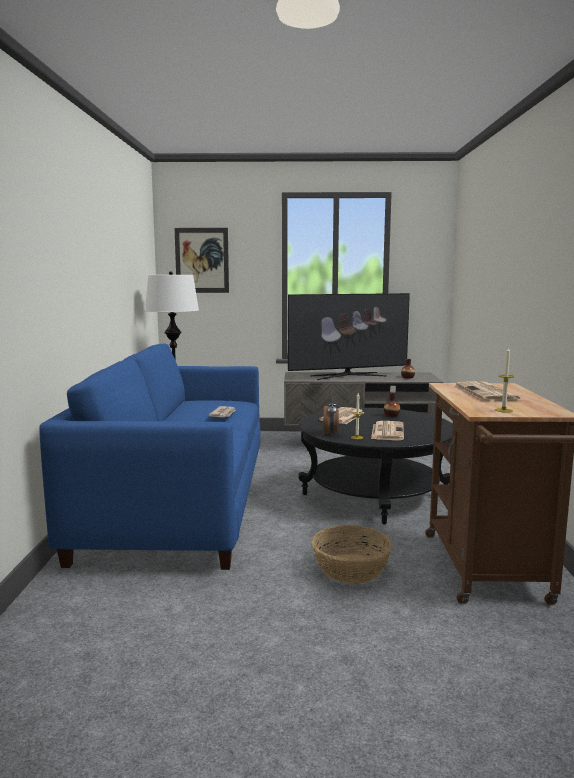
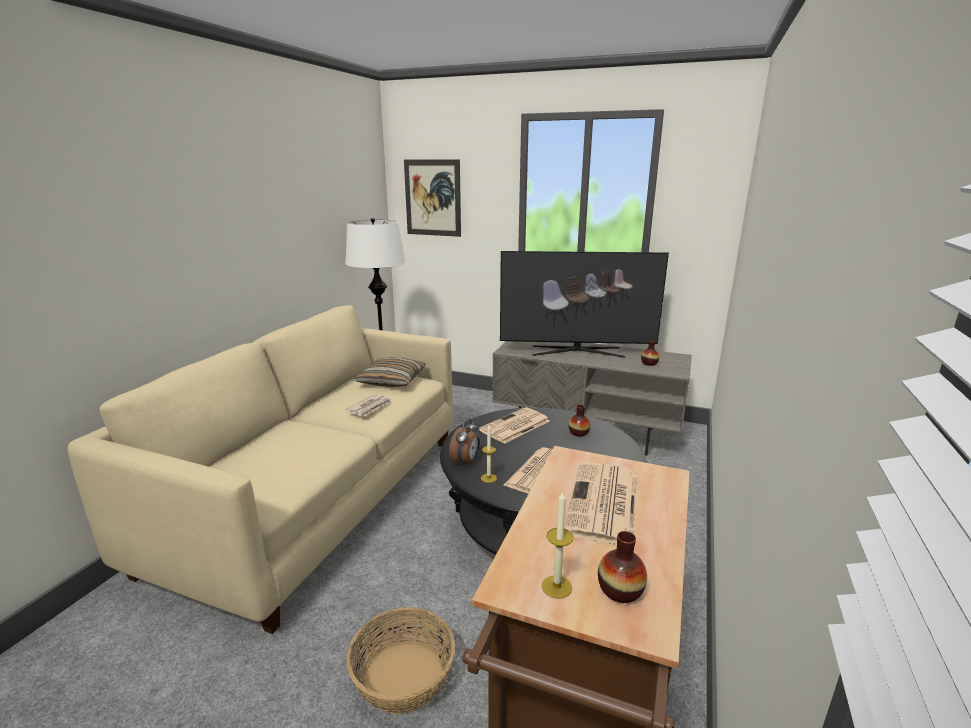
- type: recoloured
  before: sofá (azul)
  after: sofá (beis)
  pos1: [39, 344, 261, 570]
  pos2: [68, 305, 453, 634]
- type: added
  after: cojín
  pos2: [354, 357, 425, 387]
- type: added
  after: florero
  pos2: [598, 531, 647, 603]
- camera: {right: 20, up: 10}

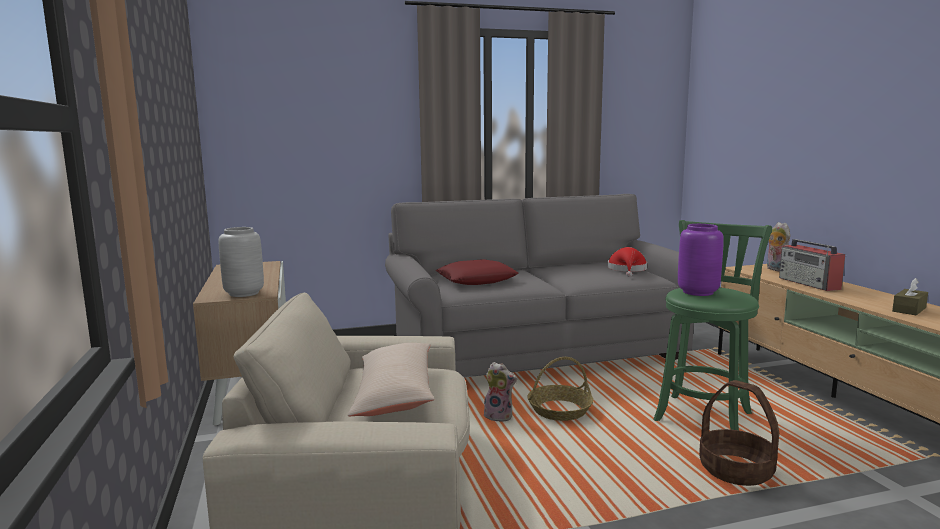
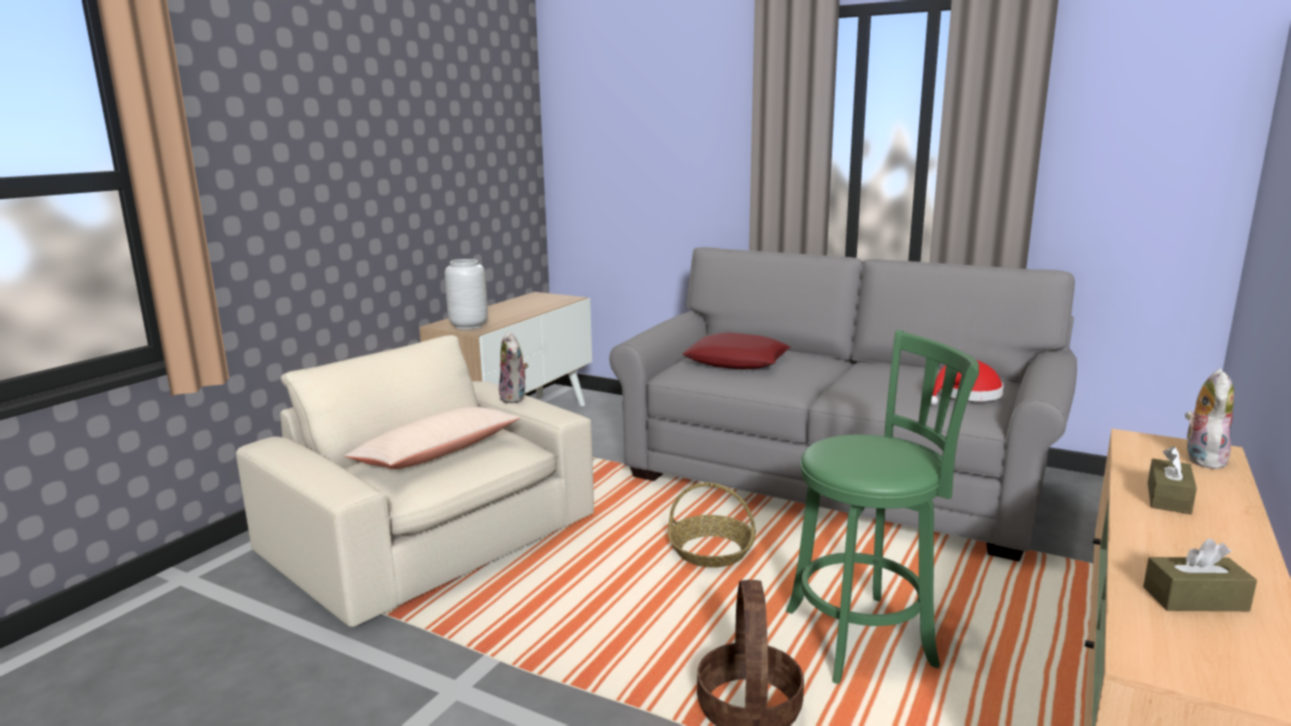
- type: moved
  before: peluche
  pos1: [482, 362, 517, 422]
  pos2: [498, 331, 528, 403]
- type: replaced
  before: radio
  after: caja de pañuelos (marrón)
  pos1: [779, 239, 845, 291]
  pos2: [1148, 446, 1197, 514]
- type: removed
  before: florero (morado)
  pos1: [678, 224, 724, 296]
- camera: {right: 45, up: 5}

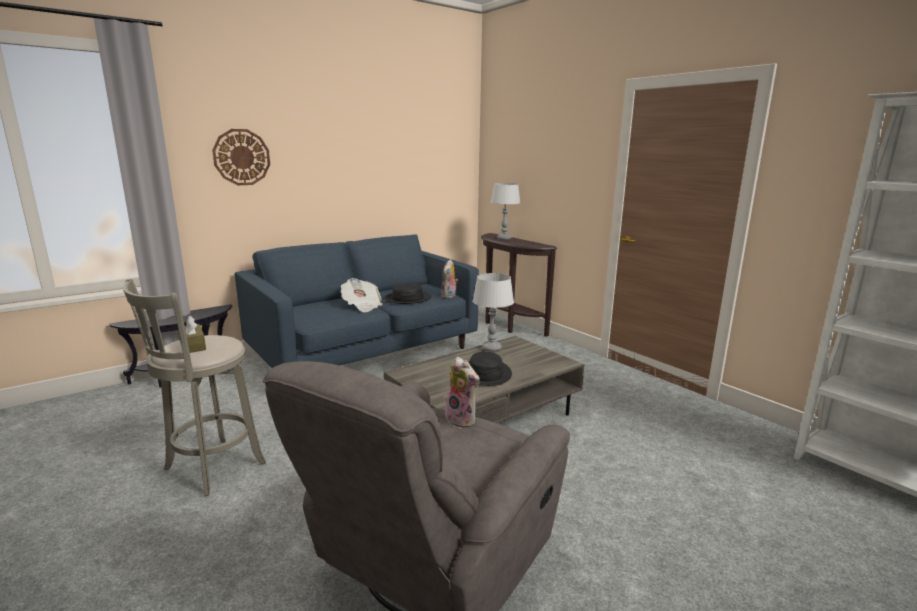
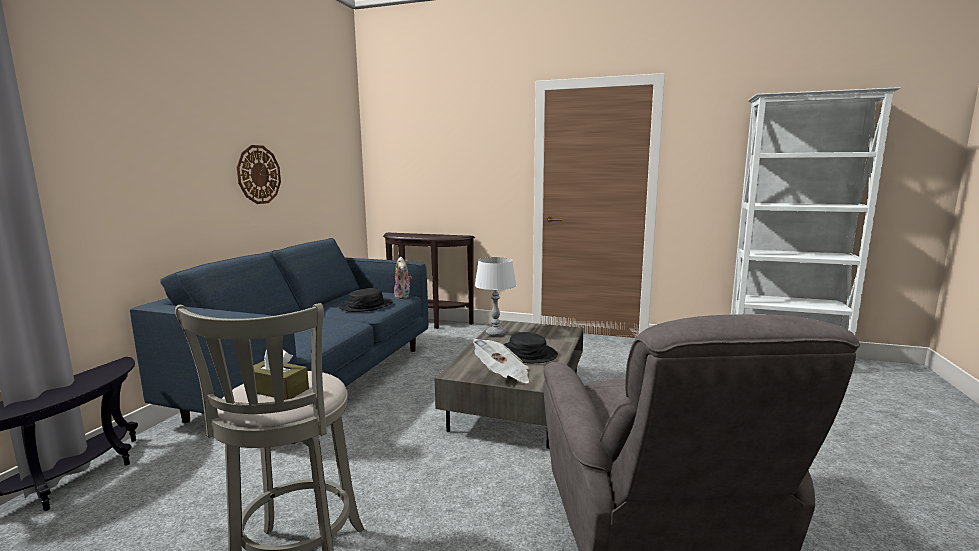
- type: moved
  before: reloj de pared
  pos1: [212, 129, 270, 185]
  pos2: [237, 145, 281, 204]
- type: moved
  before: periódico
  pos1: [341, 278, 383, 312]
  pos2: [473, 339, 529, 383]
- type: removed
  before: peluche
  pos1: [445, 357, 480, 428]
- type: removed
  before: lámpara de mesa (gris)
  pos1: [490, 183, 520, 240]
- camera: {right: -35, up: -5}

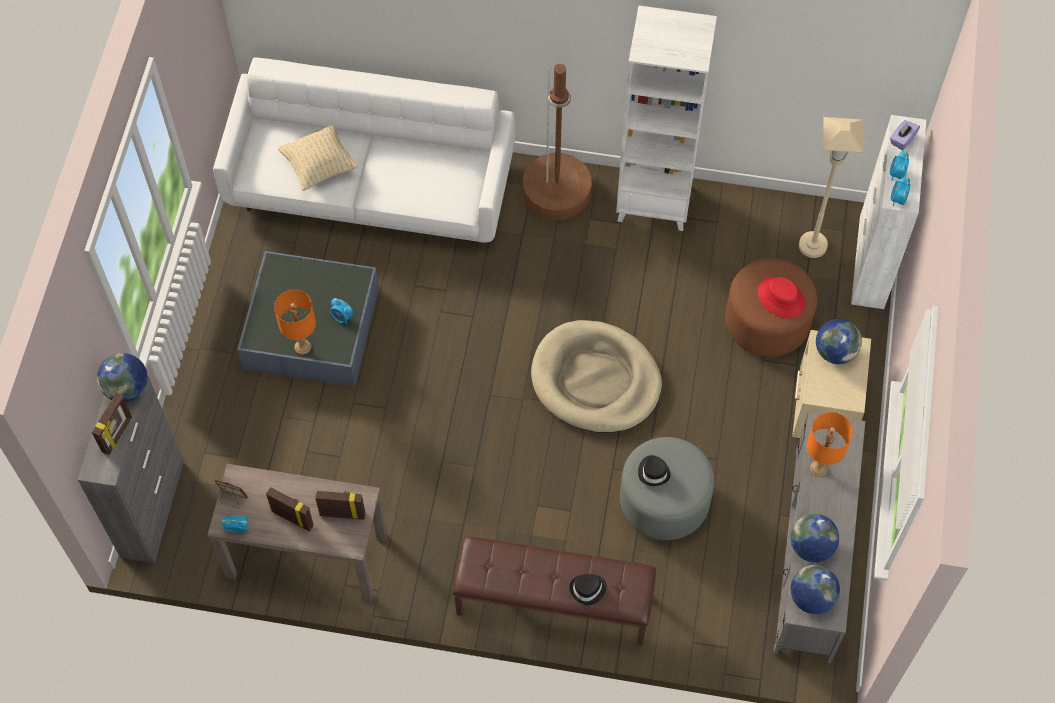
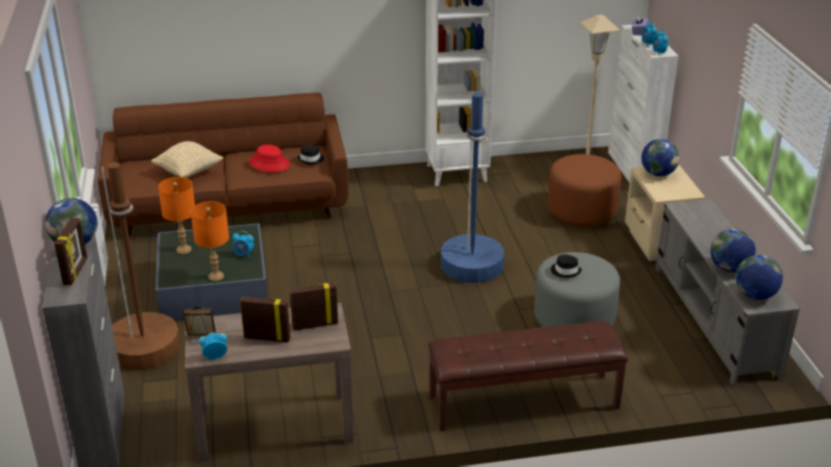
- type: recoloured
  before: sofá (blanco)
  after: sofá (marrón)
  pos1: [213, 57, 515, 244]
  pos2: [98, 93, 349, 236]
- type: moved
  before: lámpara de pie (marrón)
  pos1: [523, 64, 591, 220]
  pos2: [101, 162, 180, 370]
- type: moved
  before: lámpara de mesa (naranja)
  pos1: [807, 412, 853, 477]
  pos2: [158, 177, 195, 254]
- type: moved
  before: sombrero (rojo)
  pos1: [758, 277, 805, 319]
  pos2: [249, 145, 290, 172]
- type: moved
  before: sombrero (negro)
  pos1: [569, 574, 607, 605]
  pos2: [297, 145, 324, 164]
- type: replaced
  before: cama para perro (beis)
  after: lámpara de pie (azul)
  pos1: [531, 320, 662, 433]
  pos2: [441, 91, 504, 283]
- camera: {right: -20, up: -30}

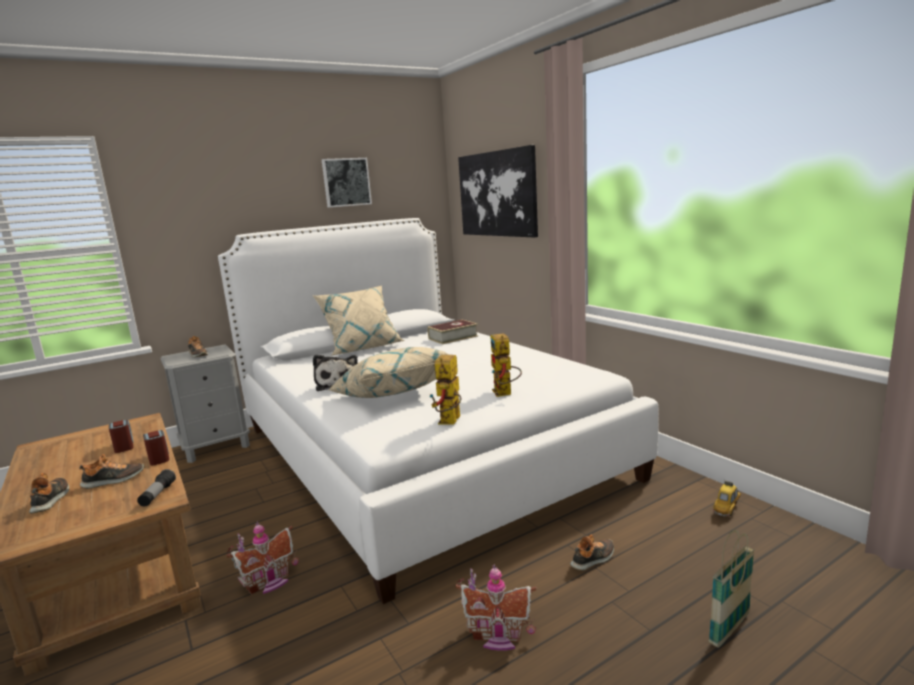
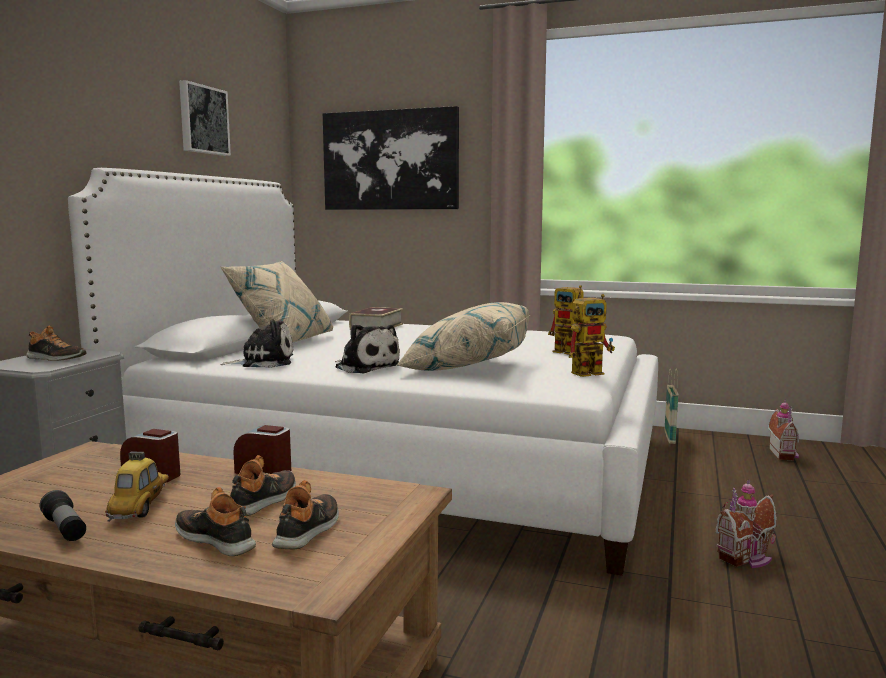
- type: moved
  before: linterna
  pos1: [137, 469, 176, 506]
  pos2: [40, 490, 86, 541]
- type: moved
  before: coche de juguete
  pos1: [713, 481, 741, 516]
  pos2: [105, 452, 169, 522]
- type: added
  after: peluche
  pos2: [220, 319, 293, 368]
- type: moved
  before: zapato
  pos1: [570, 535, 614, 571]
  pos2: [272, 480, 339, 550]
- type: turned
  before: robot de juguete
  pos1: [429, 355, 462, 425]
  pos2: [569, 294, 615, 377]
  turn: -90
- type: moved
  before: cesta
  pos1: [709, 530, 755, 648]
  pos2: [664, 368, 678, 444]
- type: moved
  before: casita
  pos1: [226, 522, 299, 594]
  pos2: [768, 399, 799, 460]
- camera: {right: -40, up: -5}

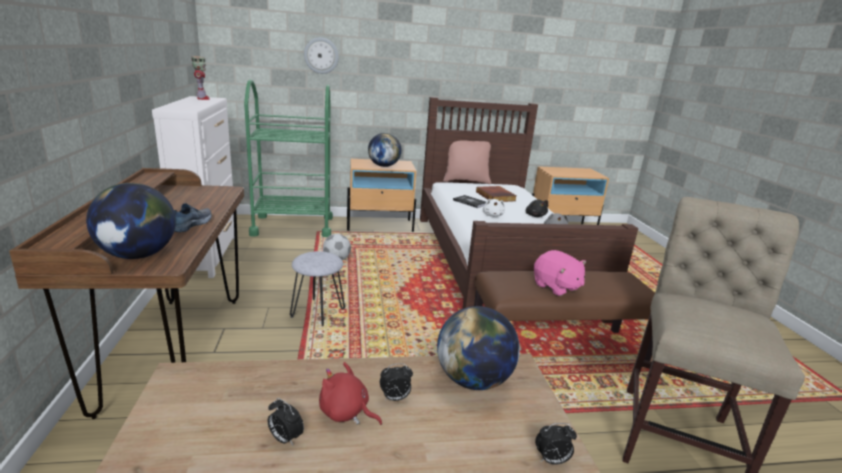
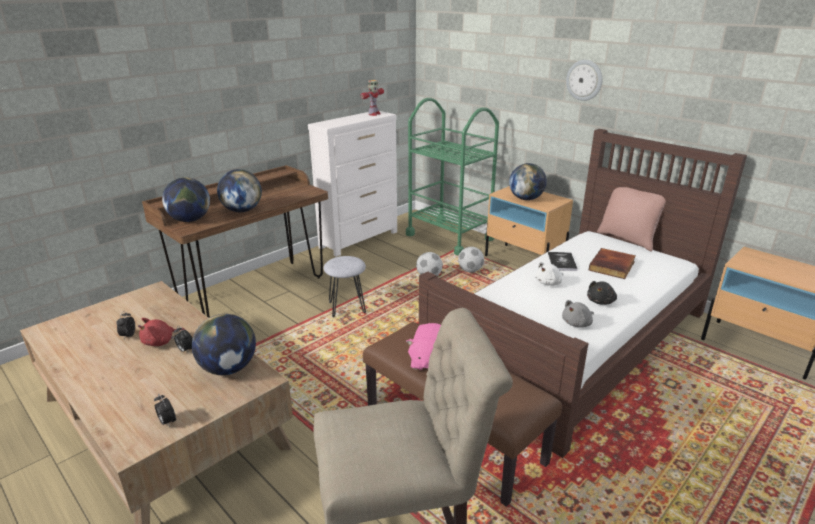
- type: turned
  before: peluche (rojo)
  pos1: [319, 362, 382, 425]
  pos2: [138, 318, 185, 346]
  turn: -120
- type: replaced
  before: zapato
  after: globo terráqueo
  pos1: [174, 203, 212, 232]
  pos2: [217, 169, 262, 212]
- type: added
  after: balón de fútbol
  pos2: [458, 247, 484, 273]
- type: moved
  before: reloj de pared
  pos1: [304, 37, 339, 74]
  pos2: [566, 60, 602, 101]
- camera: {right: 55, up: 5}

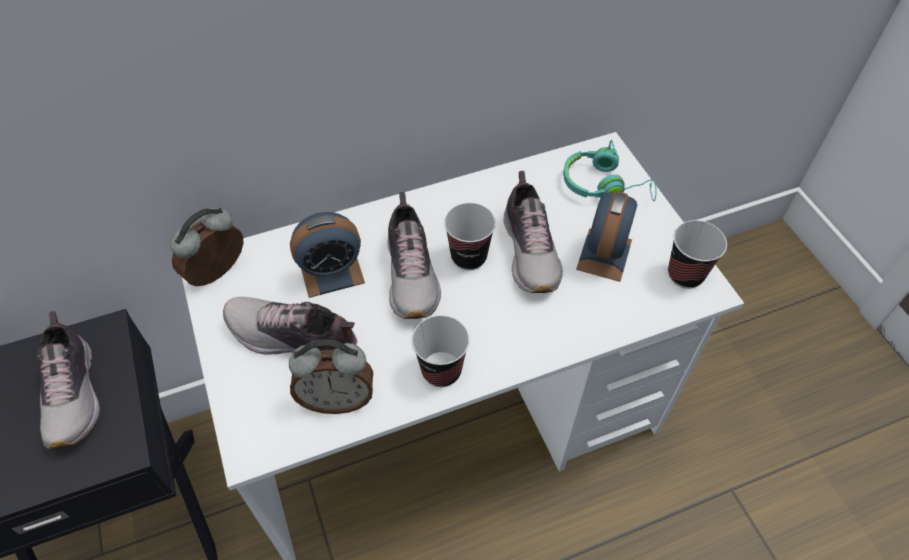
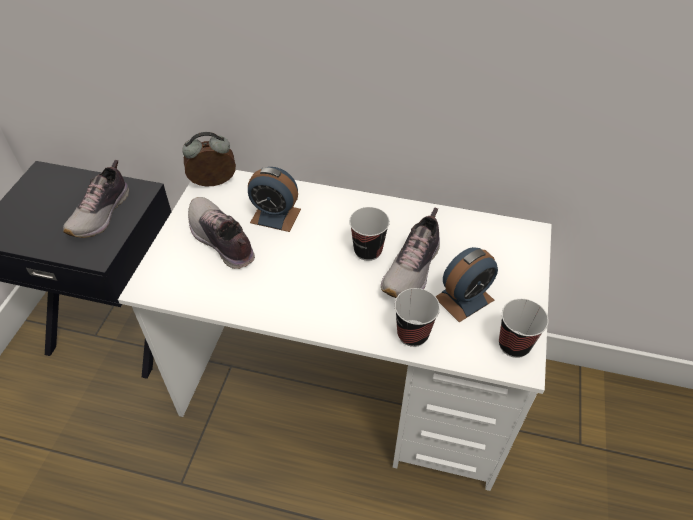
- type: moved
  before: taza
  pos1: [412, 315, 470, 387]
  pos2: [394, 288, 440, 347]
- type: removed
  before: despertador
  pos1: [289, 340, 373, 414]
- type: removed
  before: zapato
  pos1: [387, 192, 441, 319]
- type: removed
  before: auriculares (turquesa)
  pos1: [563, 140, 657, 201]
- camera: {right: 35, up: -5}

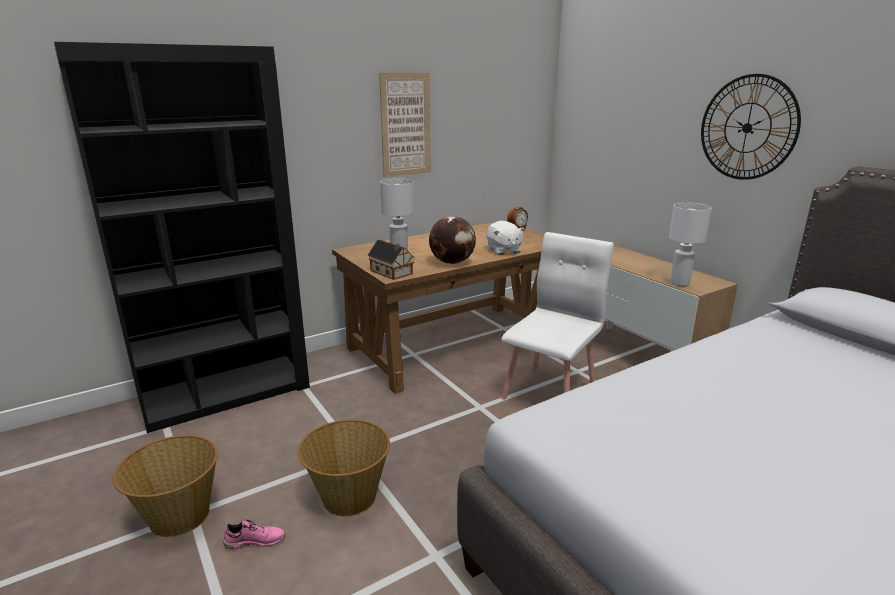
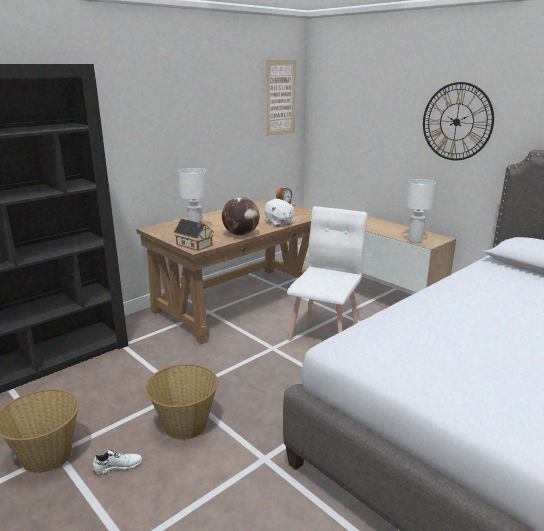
- type: recoloured
  before: zapato (rosa)
  after: zapato (blanco)
  pos1: [223, 520, 285, 549]
  pos2: [92, 450, 142, 475]
- type: moved
  before: cuadro
  pos1: [379, 73, 431, 177]
  pos2: [266, 60, 296, 136]
- camera: {right: -10, up: 0}

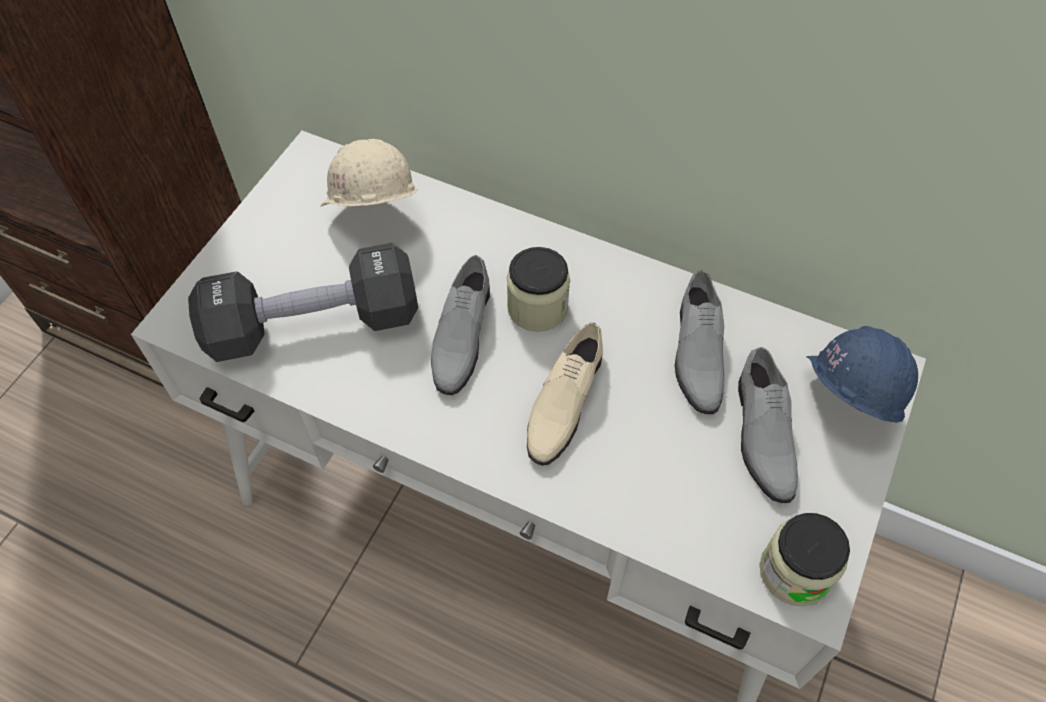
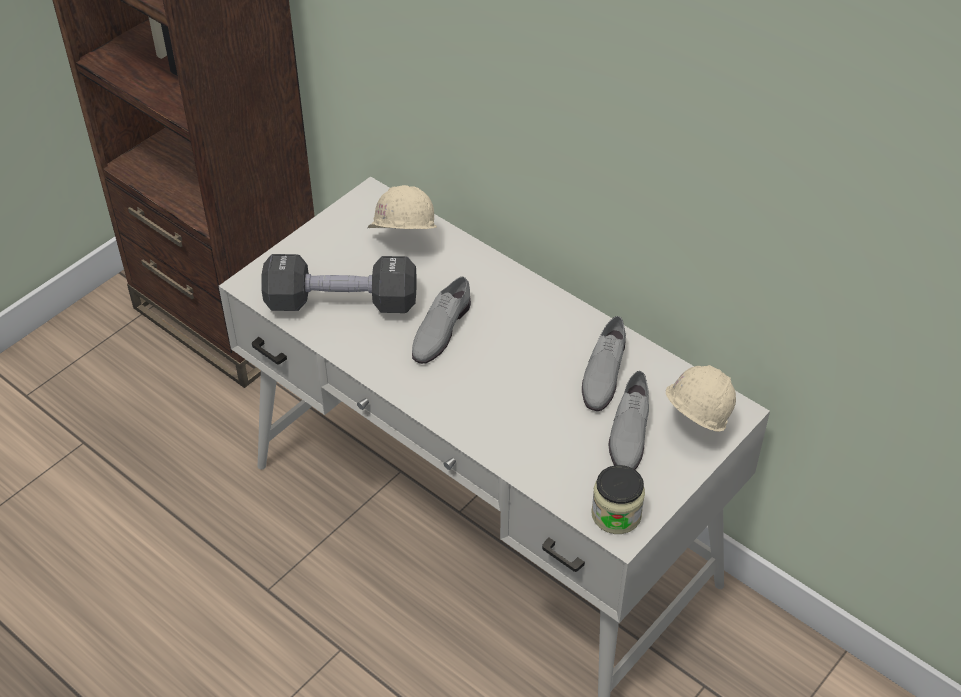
- type: recoloured
  before: casco (azul)
  after: casco (beis)
  pos1: [806, 326, 918, 423]
  pos2: [666, 365, 736, 432]
- type: removed
  before: tarro
  pos1: [507, 247, 570, 332]
- type: removed
  before: zapato (beis)
  pos1: [527, 323, 603, 466]
- camera: {right: 15, up: -10}

